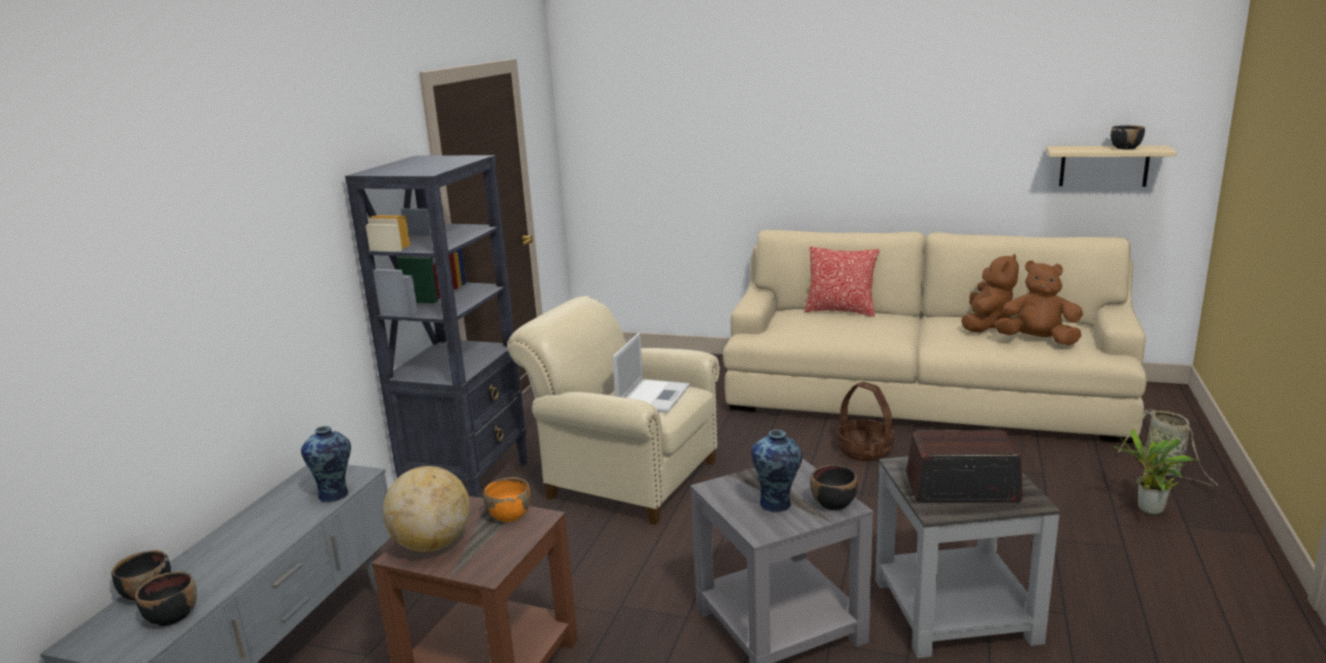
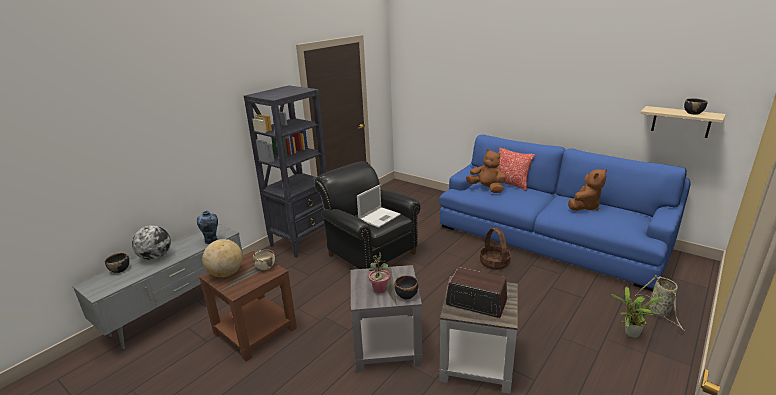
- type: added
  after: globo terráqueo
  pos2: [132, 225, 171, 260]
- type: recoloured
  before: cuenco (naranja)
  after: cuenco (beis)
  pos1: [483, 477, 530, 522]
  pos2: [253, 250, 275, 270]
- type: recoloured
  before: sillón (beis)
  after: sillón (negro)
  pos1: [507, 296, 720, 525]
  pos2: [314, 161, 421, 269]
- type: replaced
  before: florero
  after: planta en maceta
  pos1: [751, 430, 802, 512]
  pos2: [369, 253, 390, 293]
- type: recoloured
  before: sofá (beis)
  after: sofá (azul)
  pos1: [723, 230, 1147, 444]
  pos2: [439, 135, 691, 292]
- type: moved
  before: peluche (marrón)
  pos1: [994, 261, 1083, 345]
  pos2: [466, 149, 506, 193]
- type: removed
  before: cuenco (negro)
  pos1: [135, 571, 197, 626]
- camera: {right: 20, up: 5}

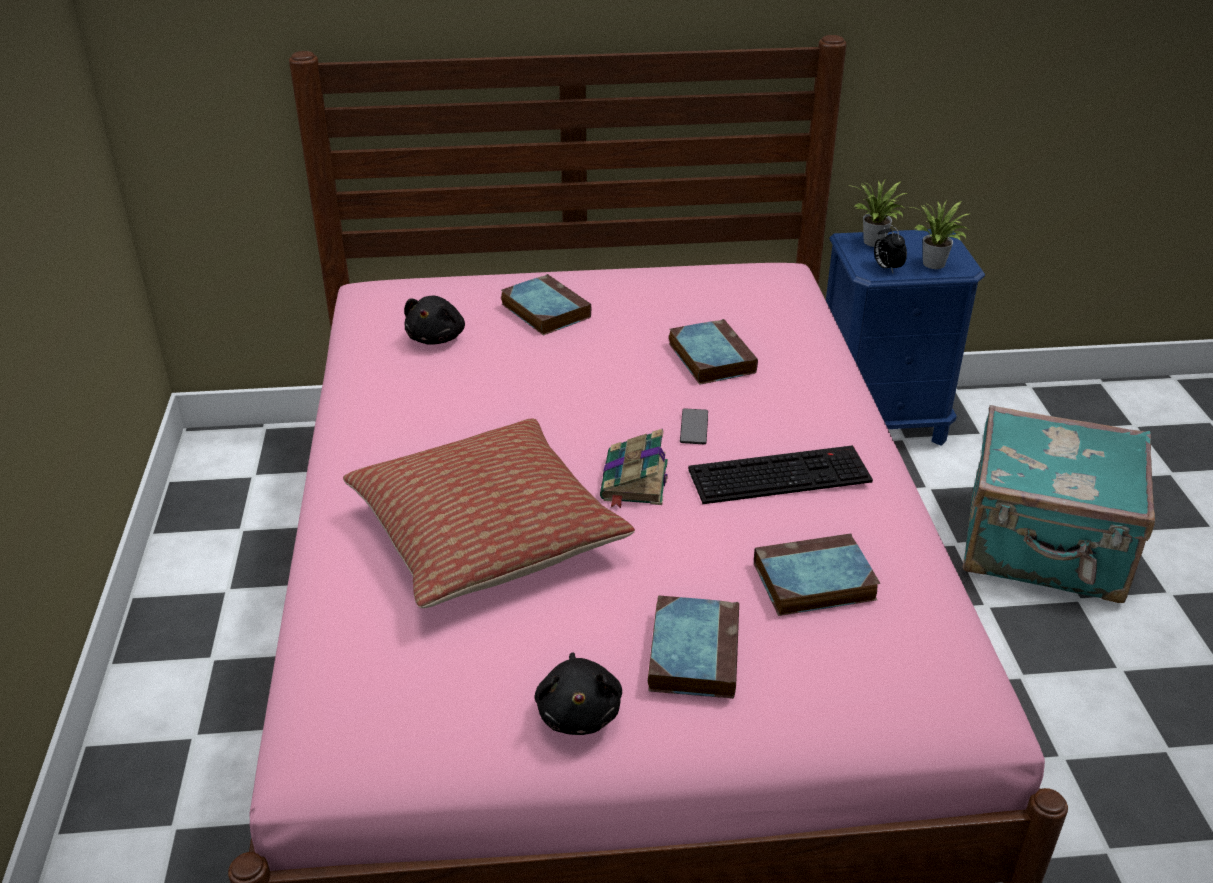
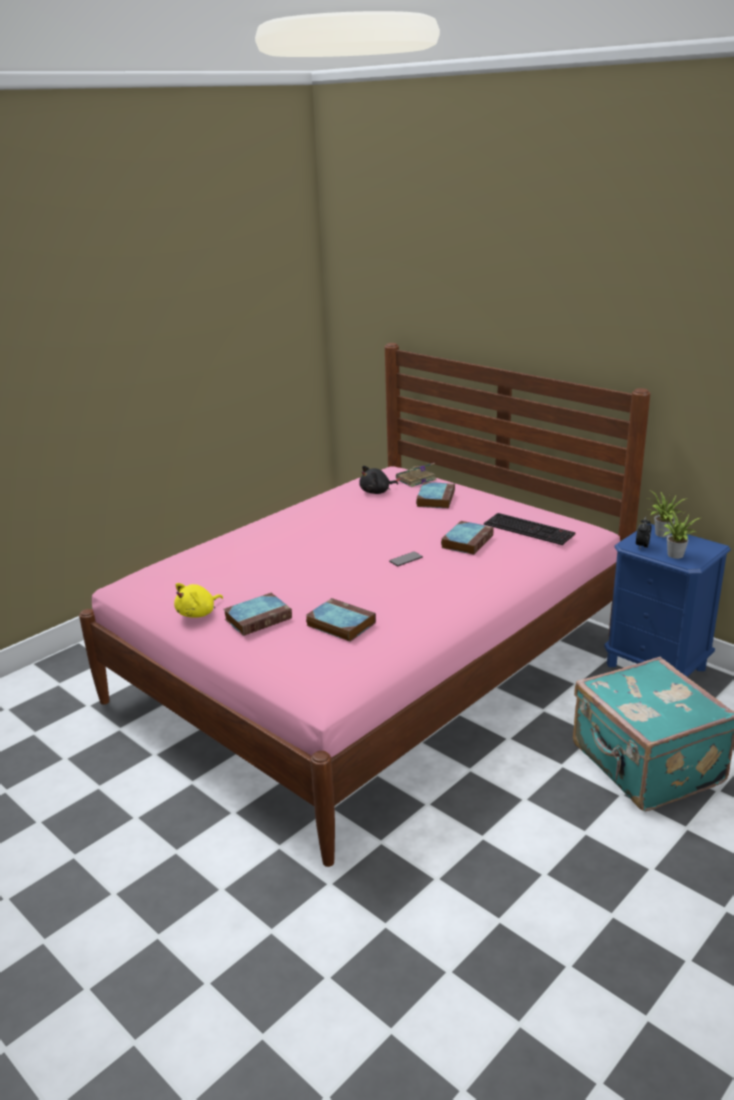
- type: recoloured
  before: peluche (negro)
  after: peluche (amarillo)
  pos1: [535, 652, 622, 735]
  pos2: [174, 583, 223, 618]
- type: moved
  before: libro
  pos1: [600, 429, 668, 508]
  pos2: [396, 463, 436, 487]
- type: moved
  before: teclado
  pos1: [688, 445, 873, 504]
  pos2: [484, 513, 576, 545]
- type: removed
  before: cojín
  pos1: [343, 418, 635, 608]
- camera: {right: 50, up: -10}

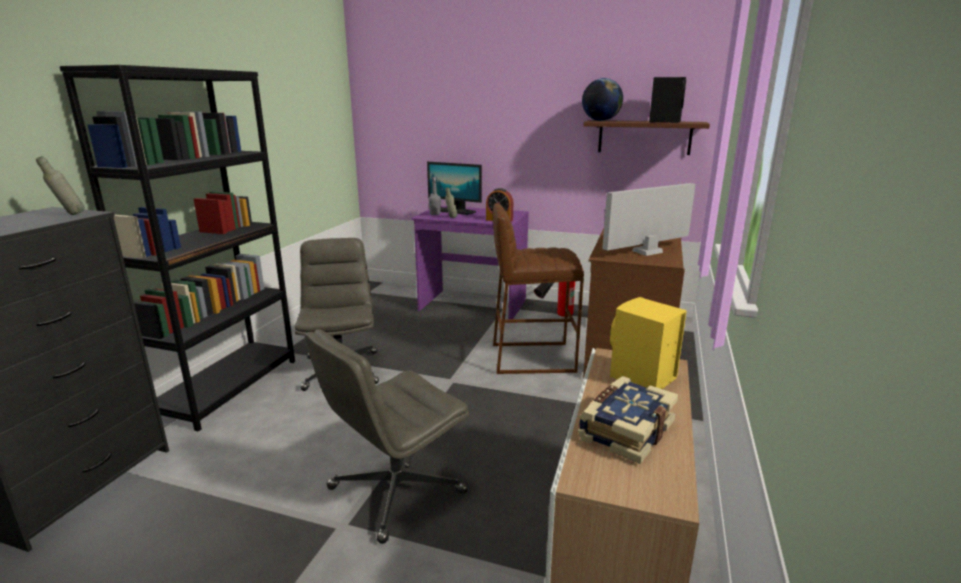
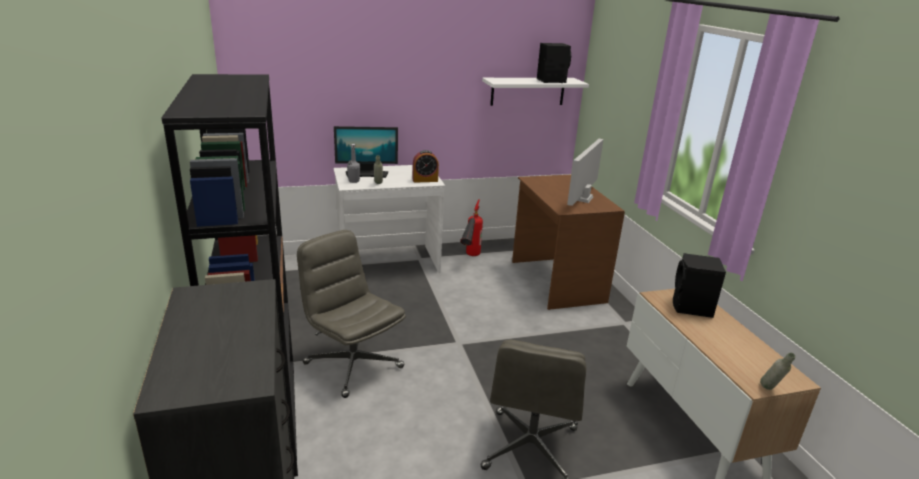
- type: recoloured
  before: escritorio (morado)
  after: escritorio (blanco)
  pos1: [411, 206, 529, 319]
  pos2: [333, 165, 445, 273]
- type: recoloured
  before: estante (marrón)
  after: estante (blanco)
  pos1: [583, 120, 710, 155]
  pos2: [482, 78, 589, 106]
- type: recoloured
  before: altavoz (amarillo)
  after: altavoz (negro)
  pos1: [610, 297, 687, 389]
  pos2: [673, 253, 726, 318]
- type: moved
  before: botella (gris)
  pos1: [36, 156, 85, 215]
  pos2: [760, 353, 795, 390]
- type: removed
  before: taburete (marrón)
  pos1: [493, 203, 584, 374]
- type: removed
  before: libro
  pos1: [578, 376, 678, 464]
- type: removed
  before: globo terráqueo
  pos1: [582, 78, 623, 121]
- camera: {right: -35, up: 5}

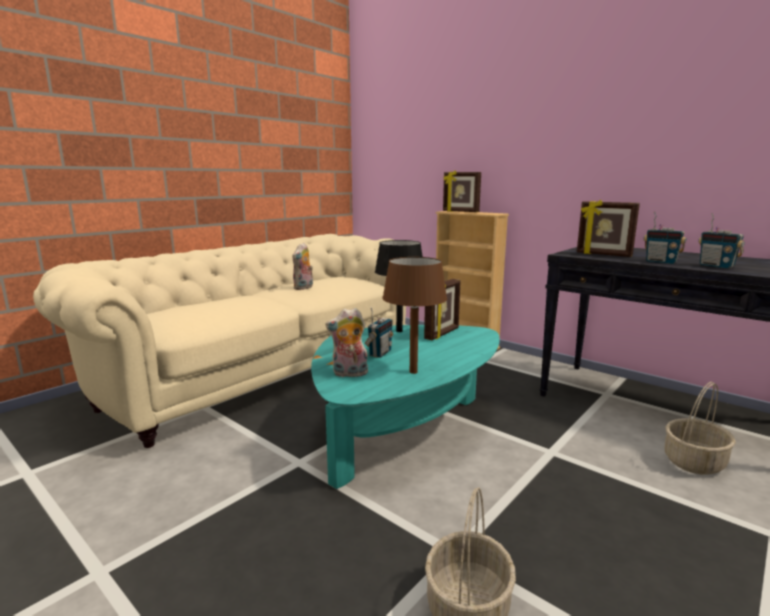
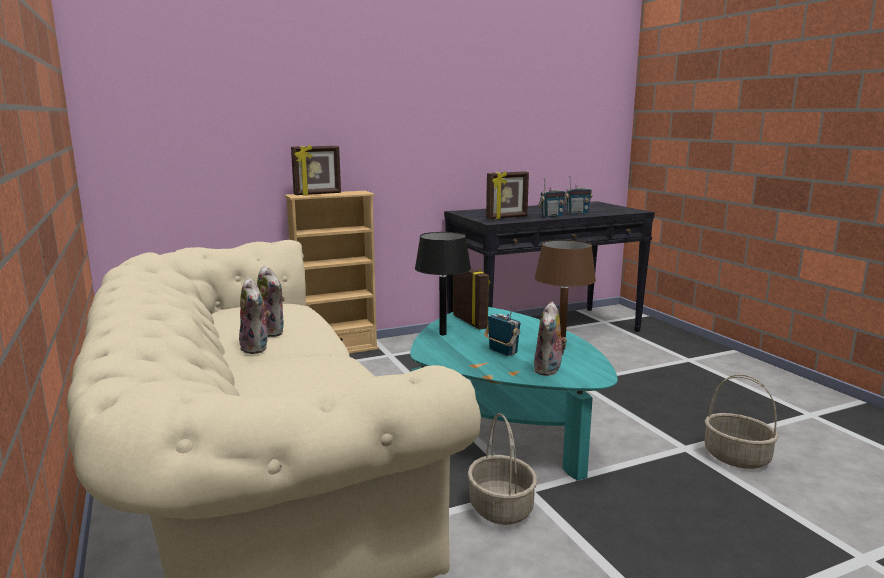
- type: added
  after: peluche
  pos2: [239, 277, 271, 354]
- type: moved
  before: cesta
  pos1: [665, 382, 736, 475]
  pos2: [468, 413, 537, 525]
- camera: {right: -65, up: 0}

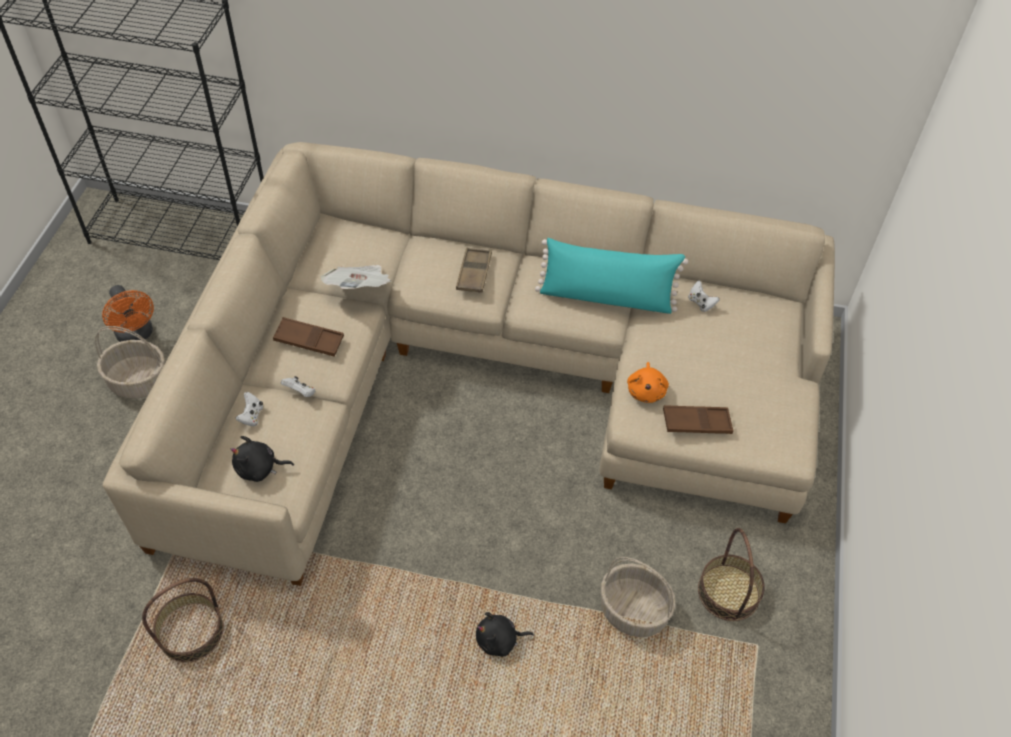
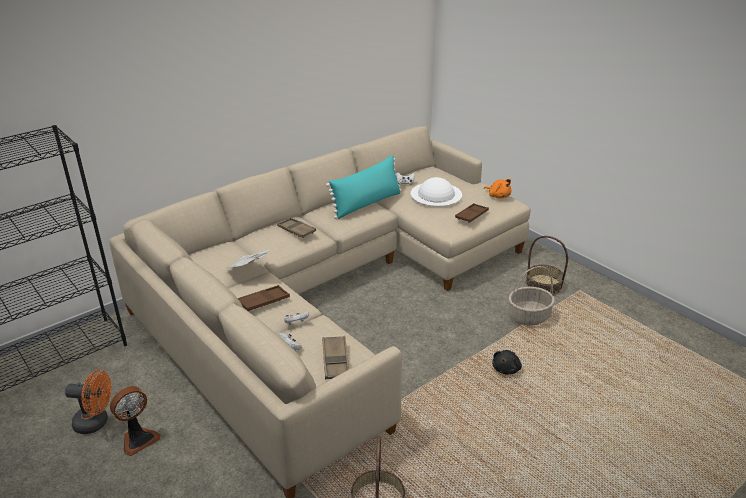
- type: replaced
  before: cesta
  after: ventilador
  pos1: [95, 326, 165, 399]
  pos2: [110, 386, 161, 456]
- type: replaced
  before: peluche (negro)
  after: bandeja (marrón)
  pos1: [231, 436, 294, 482]
  pos2: [322, 336, 349, 379]
- type: added
  after: sombrero (blanco)
  pos2: [411, 177, 462, 207]
- type: moved
  before: peluche (naranja)
  pos1: [627, 362, 669, 403]
  pos2: [484, 179, 511, 199]
- camera: {right: -50, up: -20}

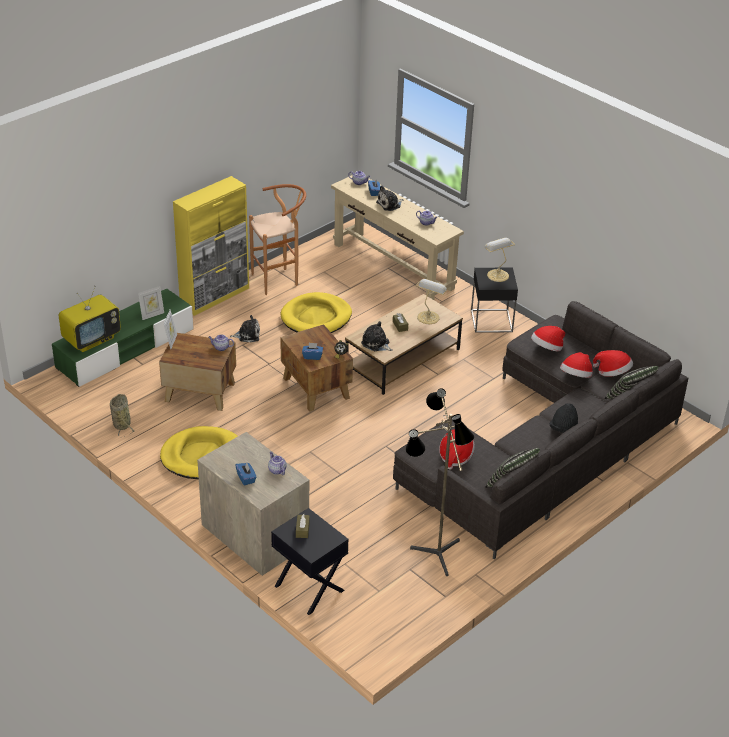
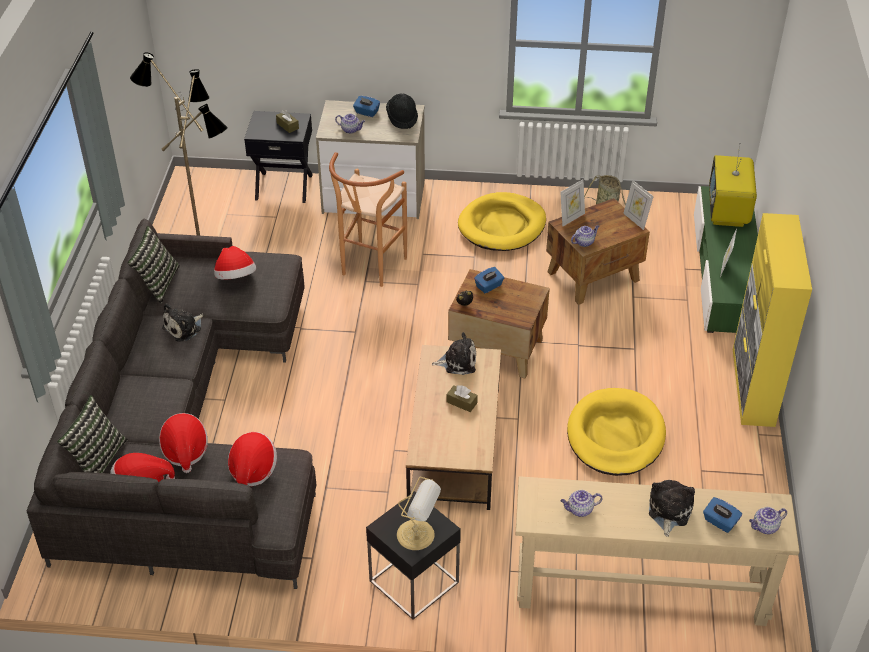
- type: moved
  before: peluche
  pos1: [230, 315, 260, 342]
  pos2: [162, 303, 204, 342]
- type: moved
  before: taburete (marrón)
  pos1: [249, 184, 306, 295]
  pos2: [329, 152, 407, 287]
- type: moved
  before: sombrero (negro)
  pos1: [550, 403, 578, 433]
  pos2: [386, 93, 418, 129]
- type: added
  after: portarretratos
  pos2: [560, 179, 585, 227]
- type: removed
  before: lámpara de mesa
  pos1: [415, 279, 447, 324]
- camera: {right: 140, up: 5}

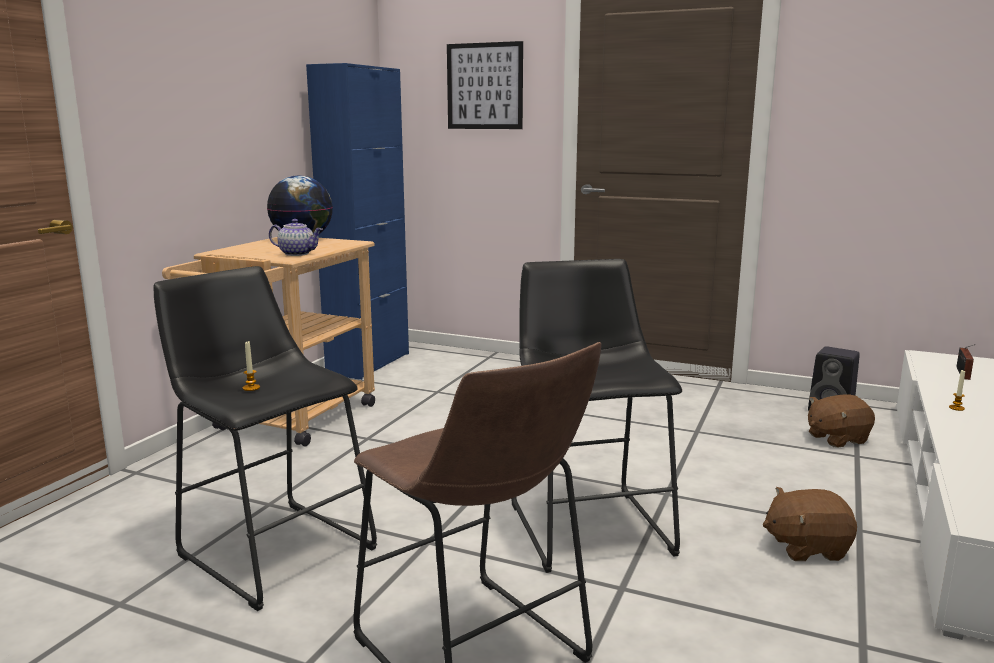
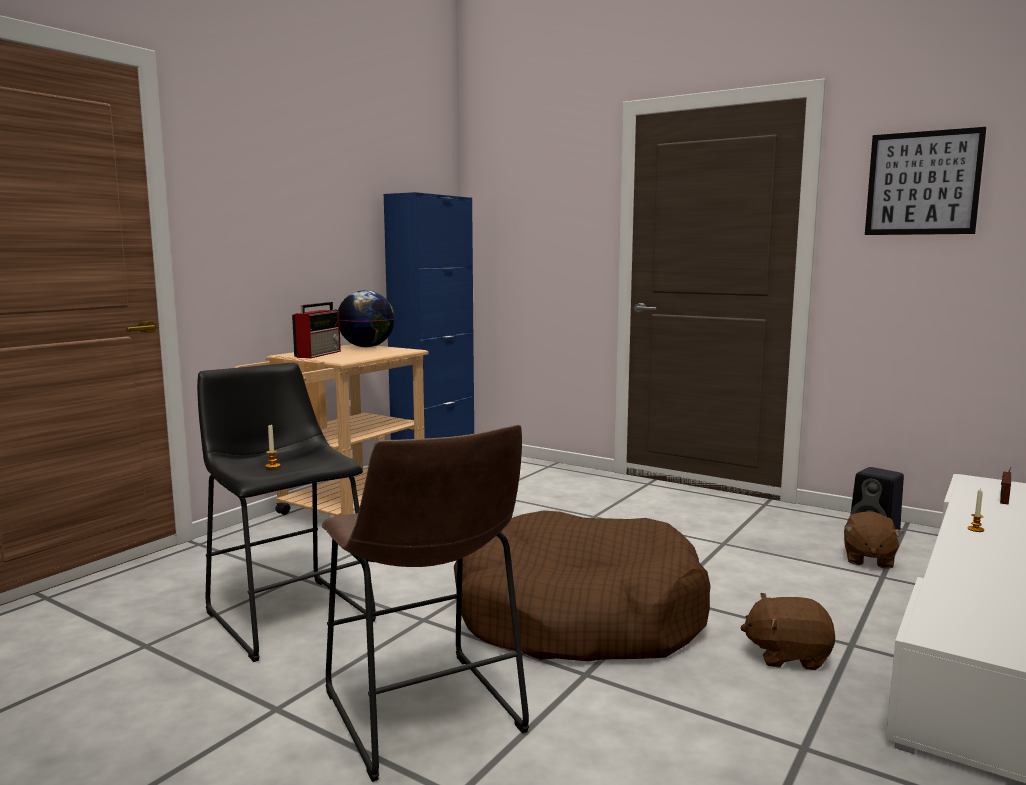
- type: added
  after: radio
  pos2: [292, 302, 341, 358]
- type: replaced
  before: taburete (negro)
  after: cama para perro (marrón)
  pos1: [511, 259, 682, 573]
  pos2: [454, 511, 711, 661]
- type: turned
  before: peluche (marrón)
  pos1: [808, 394, 875, 448]
  pos2: [844, 511, 904, 569]
  turn: -60
- type: moved
  before: cuadro
  pos1: [447, 41, 523, 129]
  pos2: [865, 127, 986, 235]
- type: removed
  before: tetera
  pos1: [269, 219, 323, 256]
- camera: {right: 10, up: -5}

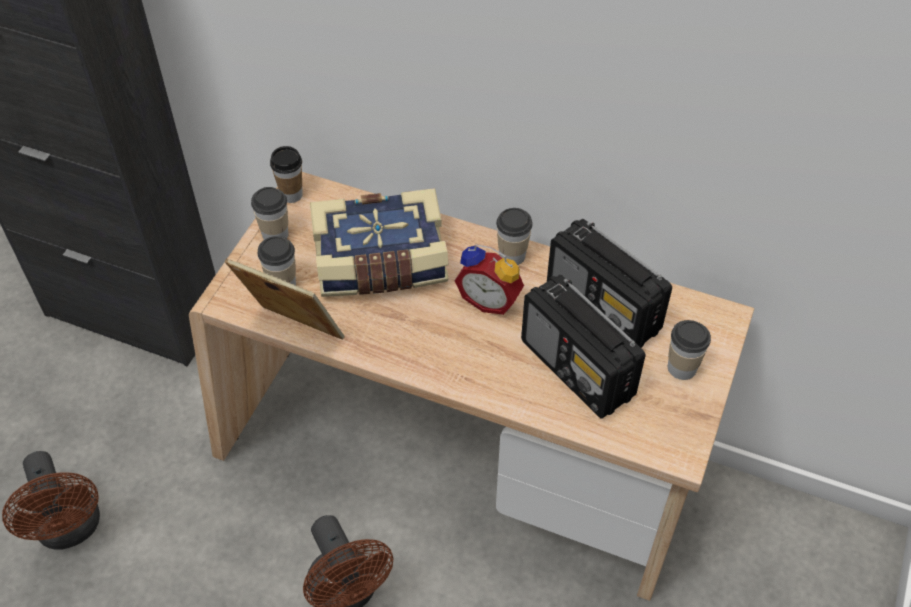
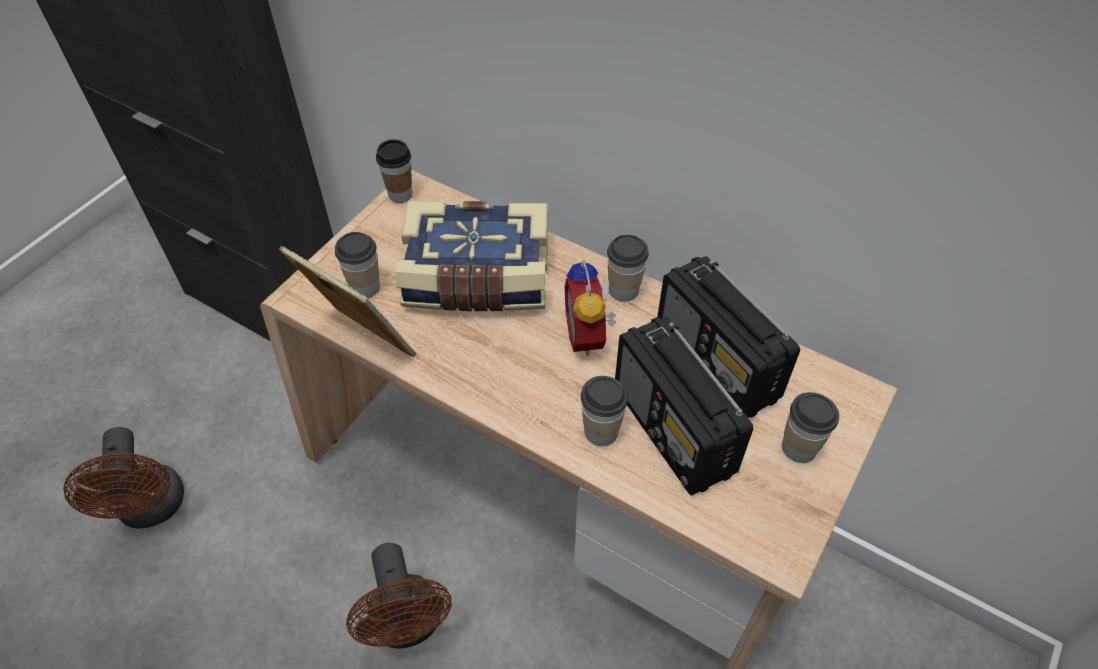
- type: turned
  before: despertador
  pos1: [455, 244, 524, 315]
  pos2: [565, 260, 616, 356]
  turn: 45
- type: moved
  before: taza
  pos1: [251, 187, 289, 240]
  pos2: [581, 376, 628, 446]
- camera: {right: 10, up: 0}

